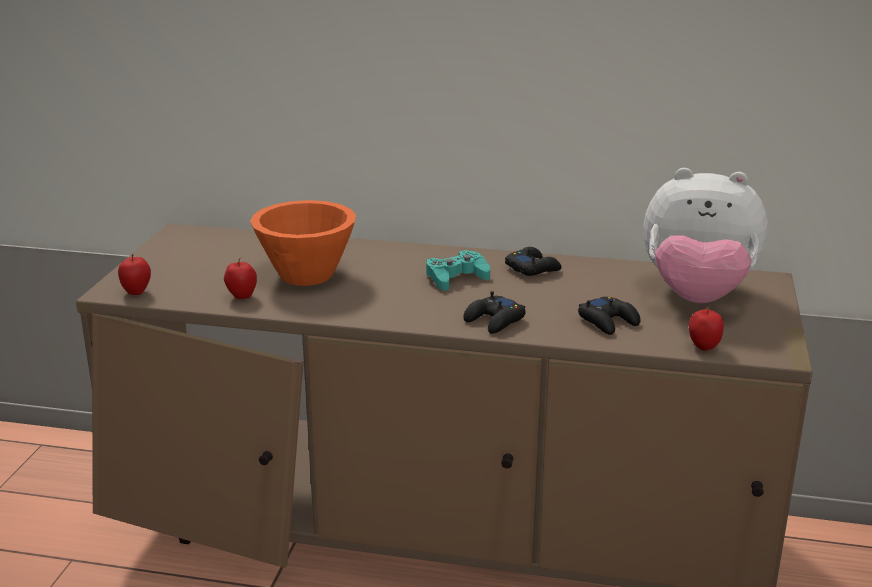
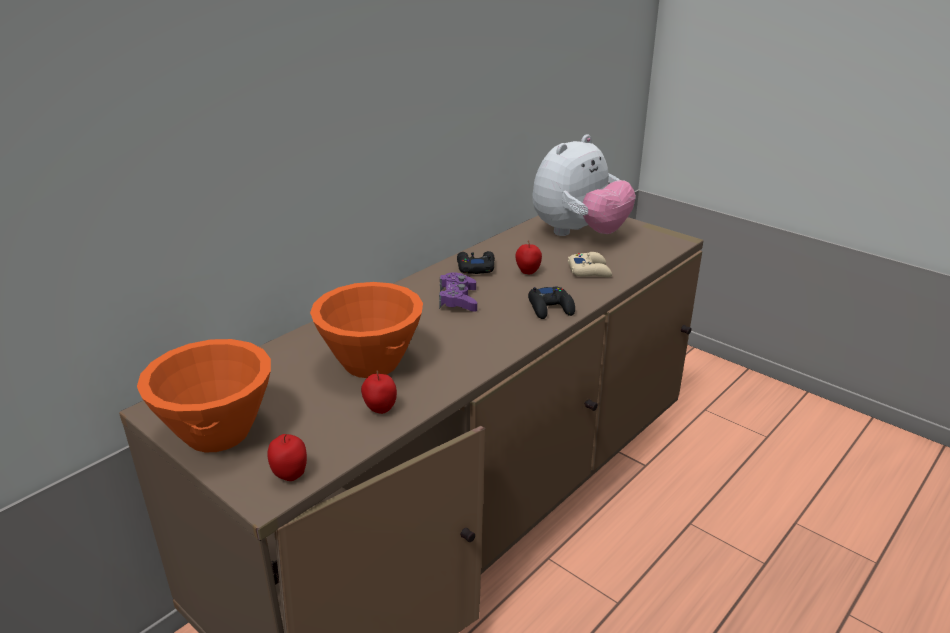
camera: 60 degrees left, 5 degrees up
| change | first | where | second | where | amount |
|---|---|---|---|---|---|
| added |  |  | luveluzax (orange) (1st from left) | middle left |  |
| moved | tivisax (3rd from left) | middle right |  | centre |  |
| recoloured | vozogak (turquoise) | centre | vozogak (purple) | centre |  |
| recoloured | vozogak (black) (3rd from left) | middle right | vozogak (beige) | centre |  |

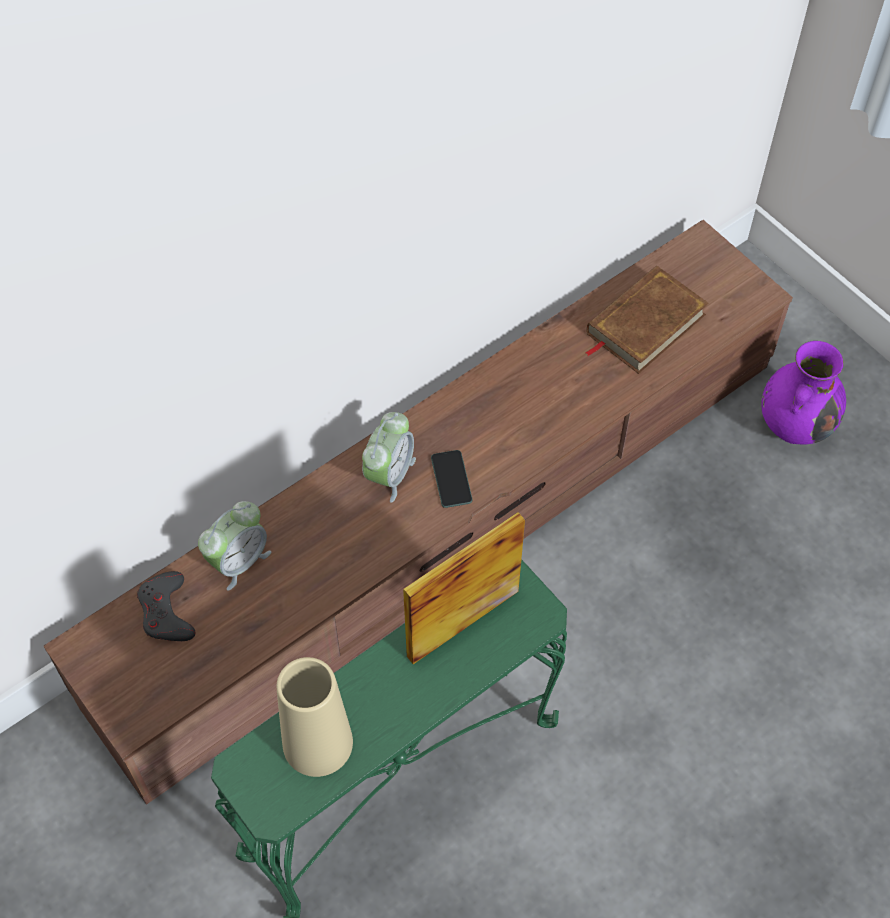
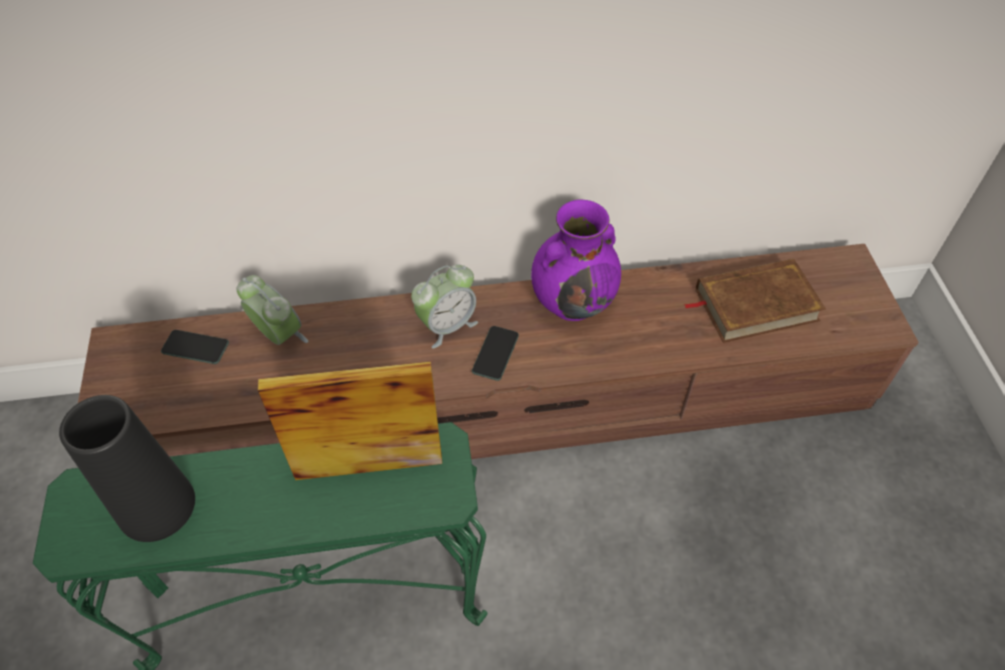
camera: 30 degrees right, 5 degrees down
| change | first | where | second | where | amount |
|---|---|---|---|---|---|
| moved | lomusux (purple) | middle right |  | centre |  |
| replaced | vozogak (grey) | middle left | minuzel (1st from left) | middle left |  |
| recoloured | lomusux (beige) | bottom centre | lomusux (black) | bottom left |  |
| turned | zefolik (1st from left) | middle left |  | middle left | 120 degrees counterclockwise |

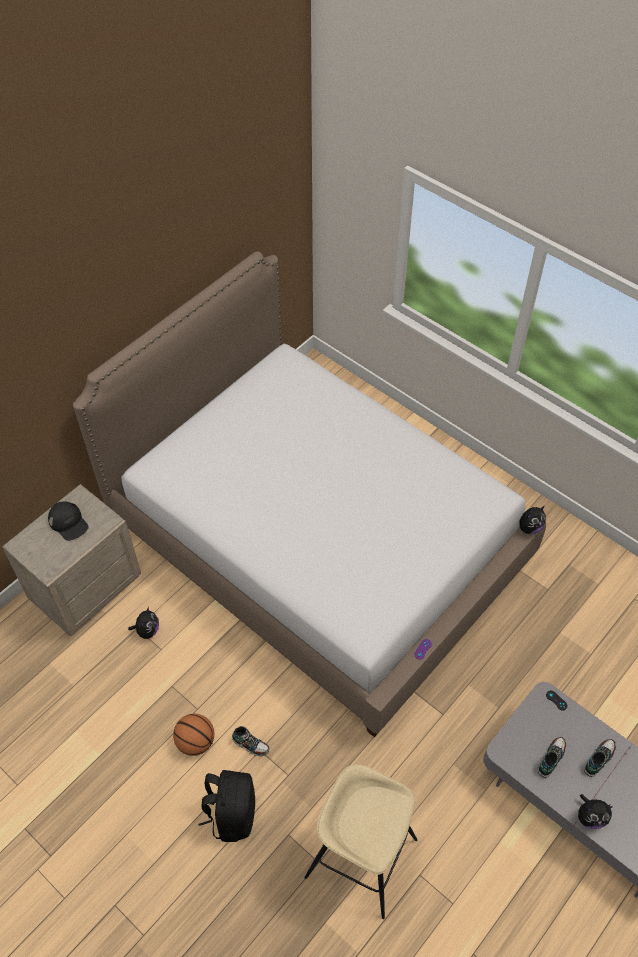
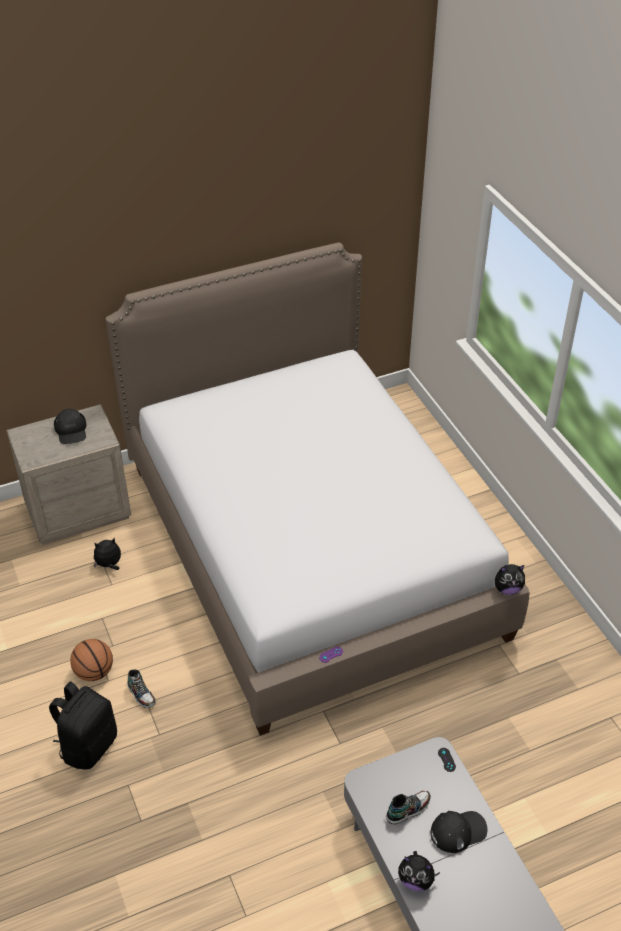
camera: 25 degrees right, 10 degrees down
| change | first | where | second | where | amount |
|---|---|---|---|---|---|
| removed | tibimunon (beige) | bottom centre |  |  |  |
| replaced | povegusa (3rd from left) | bottom right | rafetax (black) (2nd from left) | bottom right |  |
| turned | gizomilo (1st from left) | middle left |  | middle left | 150 degrees counterclockwise |

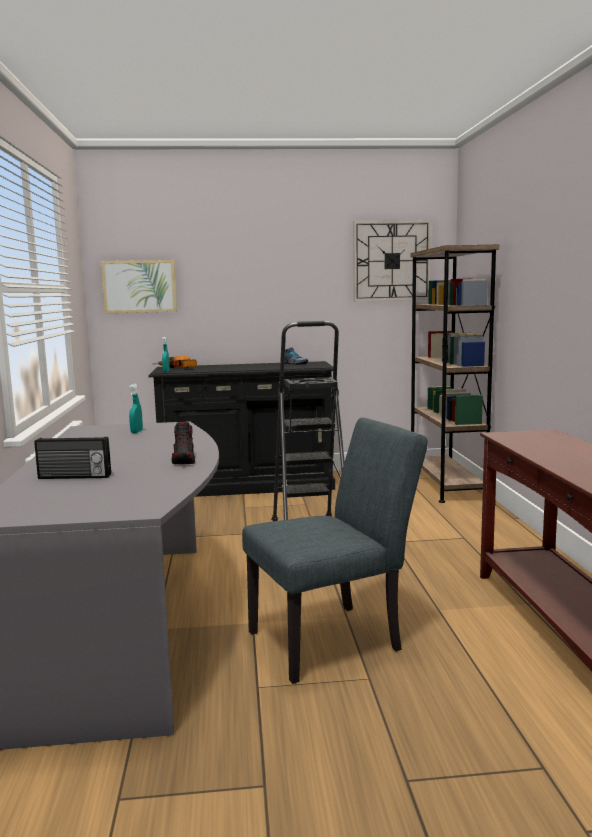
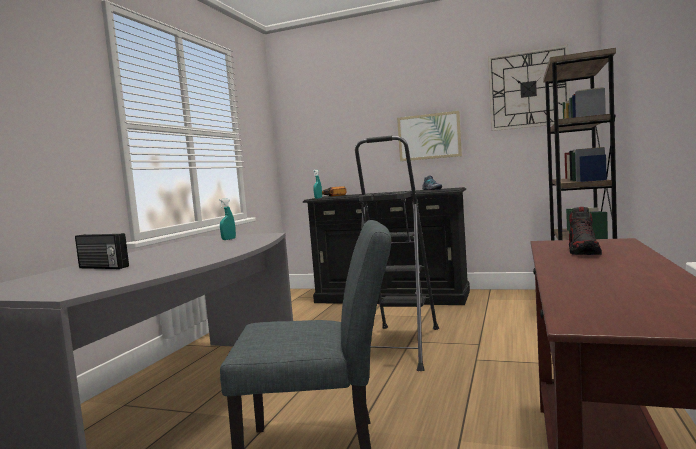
camera: 25 degrees right, 5 degrees down
| change | first | where | second | where | amount |
|---|---|---|---|---|---|
| moved | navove | middle left |  | top centre |  |
| moved | povegusa (1st from left in the first image) | middle left | povegusa (2nd from left) | middle right |  |

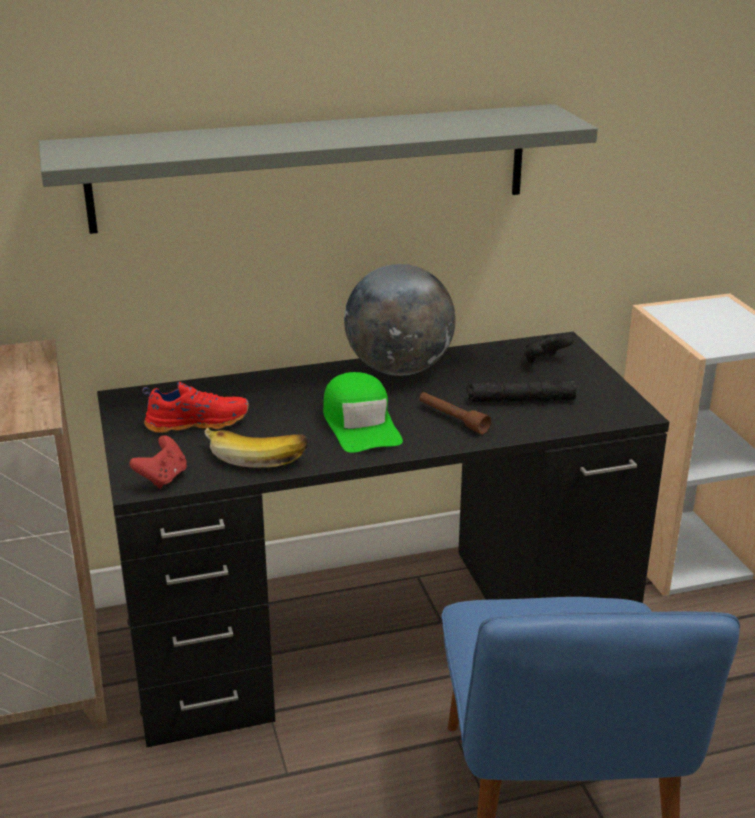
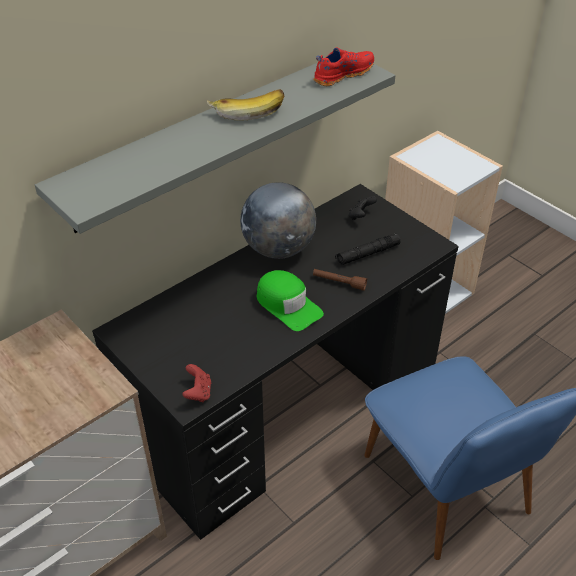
camera: 25 degrees left, 15 degrees up
| change | first | where | second | where | amount |
|---|---|---|---|---|---|
| moved | povegusa (red) | middle left |  | top centre |  |
| moved | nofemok | centre |  | top centre |  |

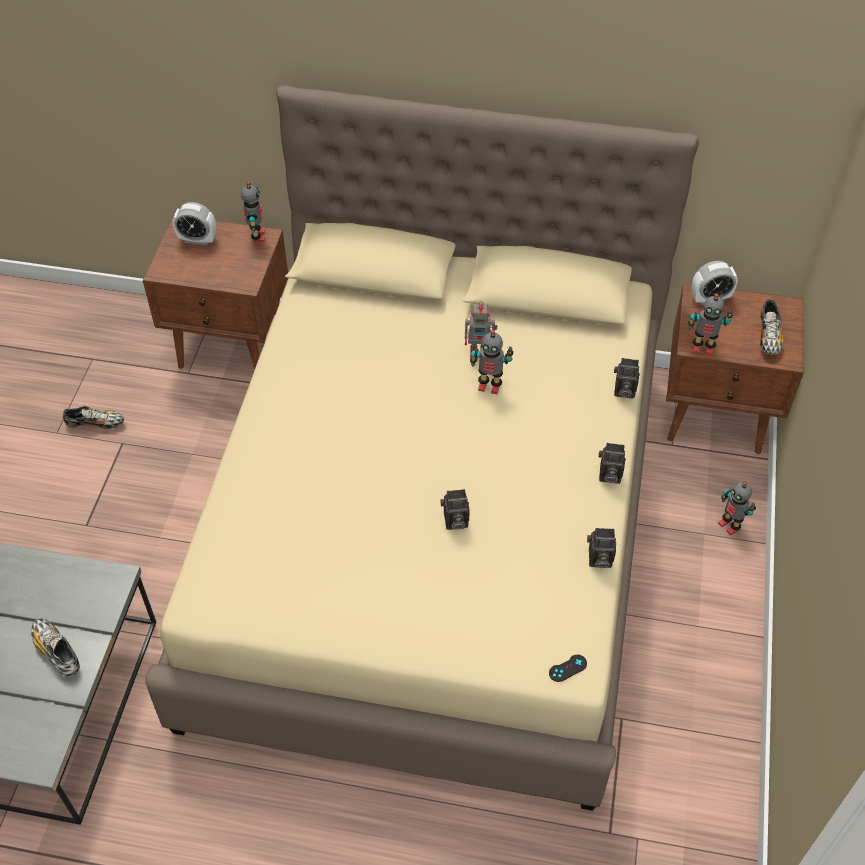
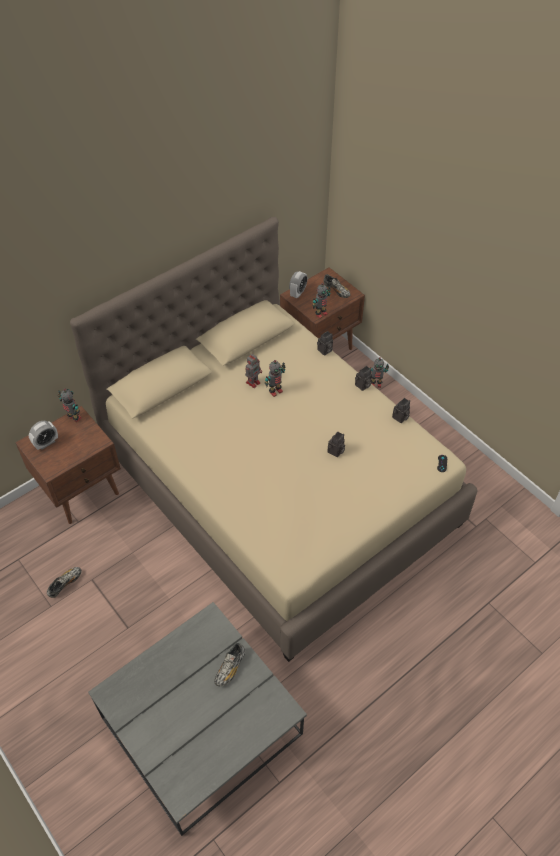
camera: 50 degrees left, 0 degrees up
| change | first | where | second | where | amount |
|---|---|---|---|---|---|
| turned | povegusa (1st from left in the first image) | bottom left | povegusa (2nd from left) | bottom centre | 60 degrees counterclockwise |

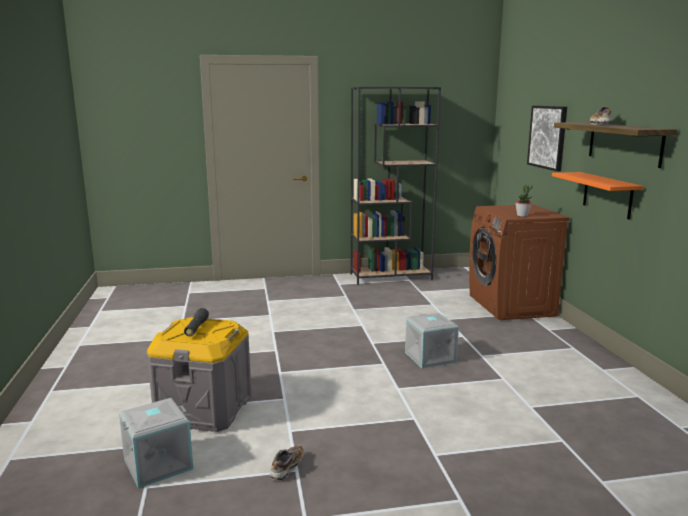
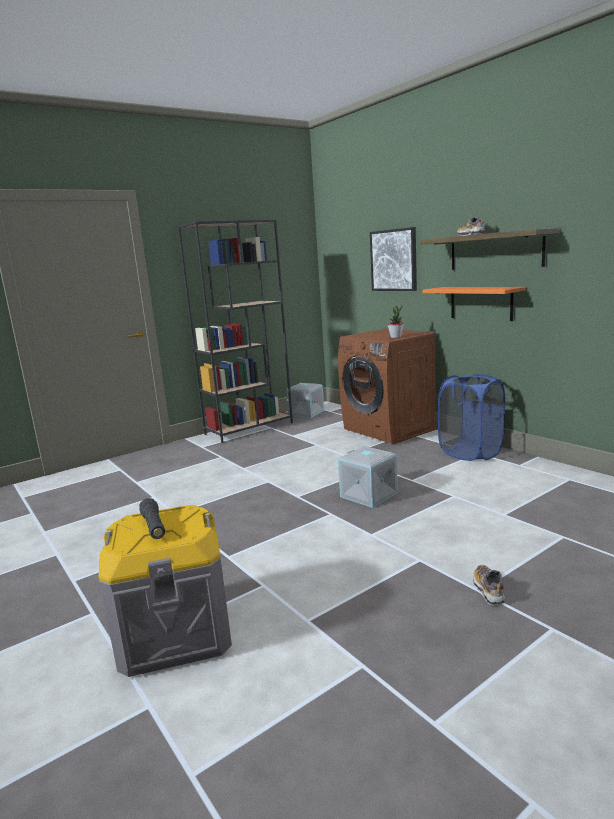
camera: 25 degrees left, 0 degrees up
| change | first | where | second | where | amount |
|---|---|---|---|---|---|
| added |  |  | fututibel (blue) | middle right |  |
| moved | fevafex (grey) (1st from left in the first image) | bottom left | fevafex (grey) (2nd from left) | centre |  |
| moved | povegusa (1st from left in the first image) | bottom centre | povegusa (2nd from left) | bottom right |  |

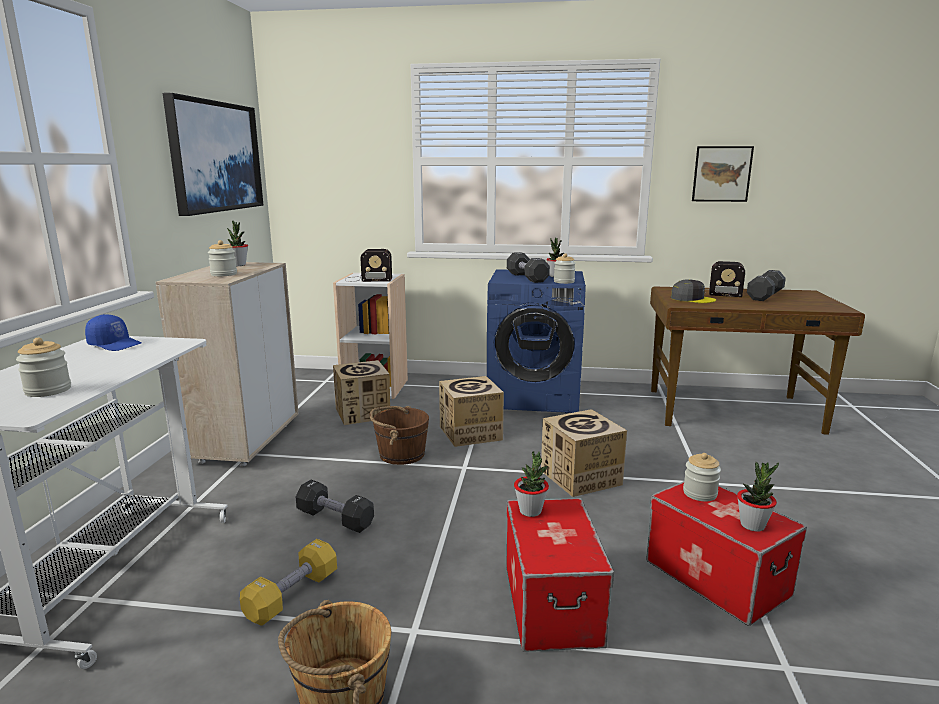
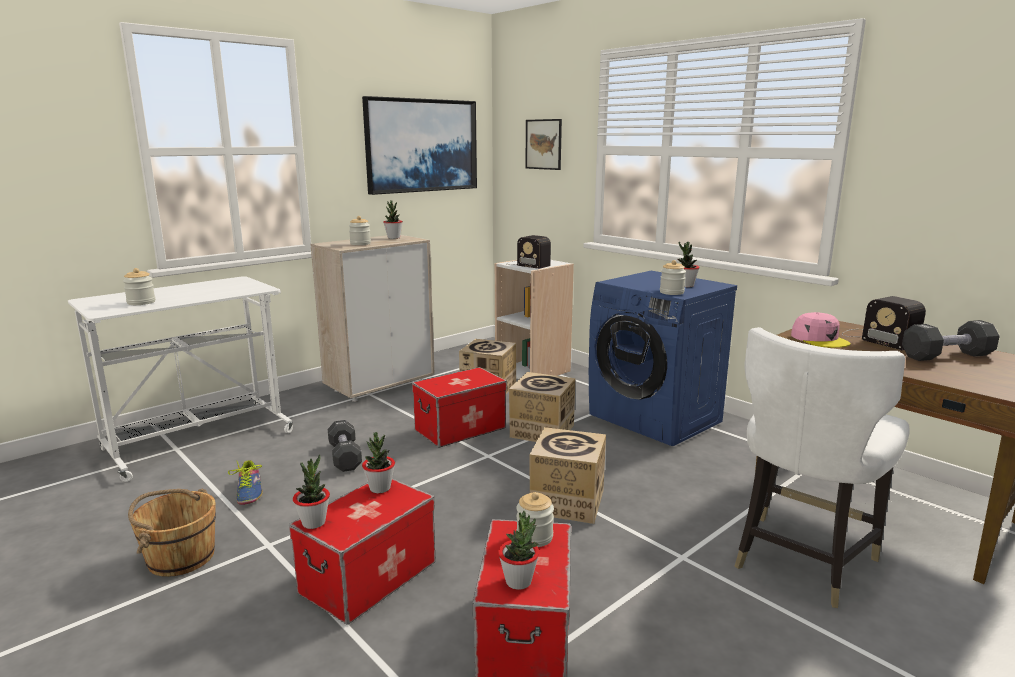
camera: 40 degrees right, 0 degrees up
| change | first | where | second | where | amount |
|---|---|---|---|---|---|
| removed | rafetax (blue) | middle left |  |  |  |
| removed | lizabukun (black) (2nd from left) | centre |  |  |  |
| added |  |  | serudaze (1st from left) | bottom left |  |
| added |  |  | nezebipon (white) | bottom right |  |
| moved | navove (2nd from left) | top right |  | top centre |  |
| replaced | lizabukun (yellow) | bottom left | povegusa | bottom left |  |
| replaced | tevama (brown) (2nd from left) | centre | fevafex (2nd from left) | centre |  |
| recoloured | rafetax (grey) | middle right | rafetax (pink) | middle right |  |

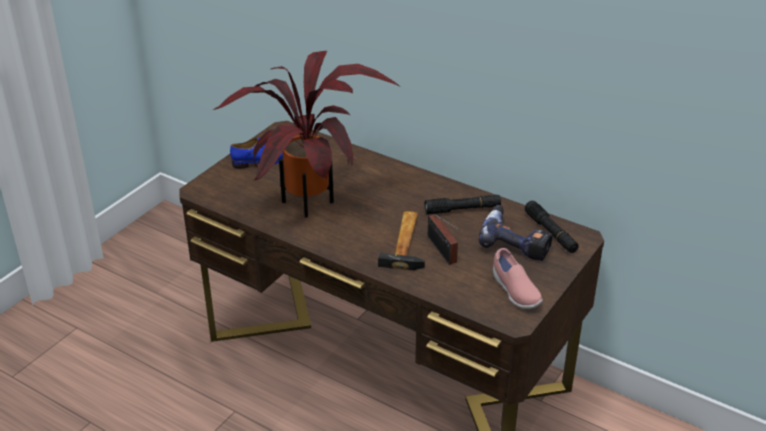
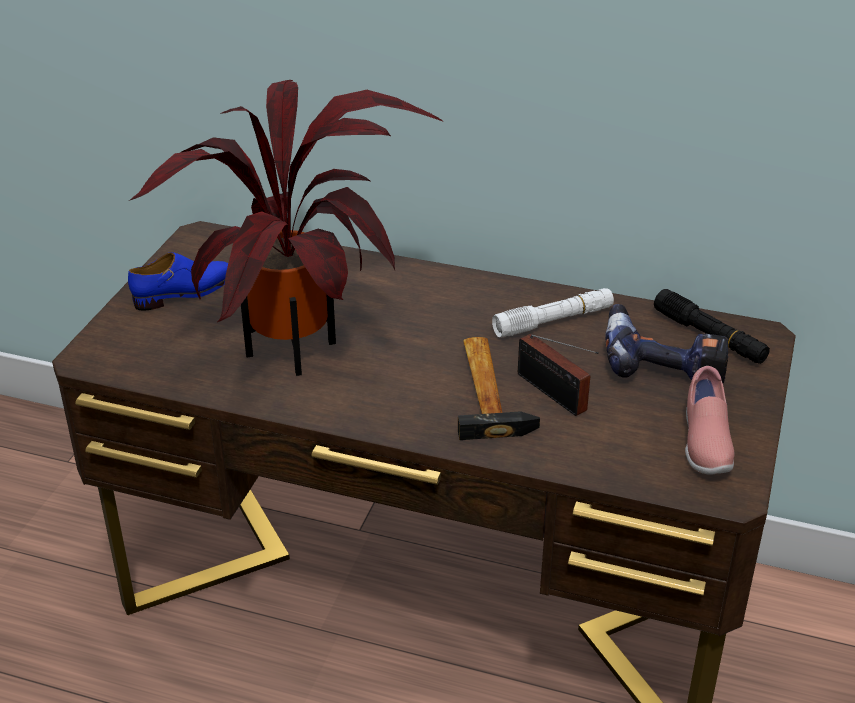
camera: 15 degrees left, 0 degrees up
| change | first | where | second | where | amount |
|---|---|---|---|---|---|
| recoloured | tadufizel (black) (1st from left) | centre | tadufizel (white) | centre |  |
| turned | povegusa (pink) | middle right |  | middle right | 45 degrees clockwise |

